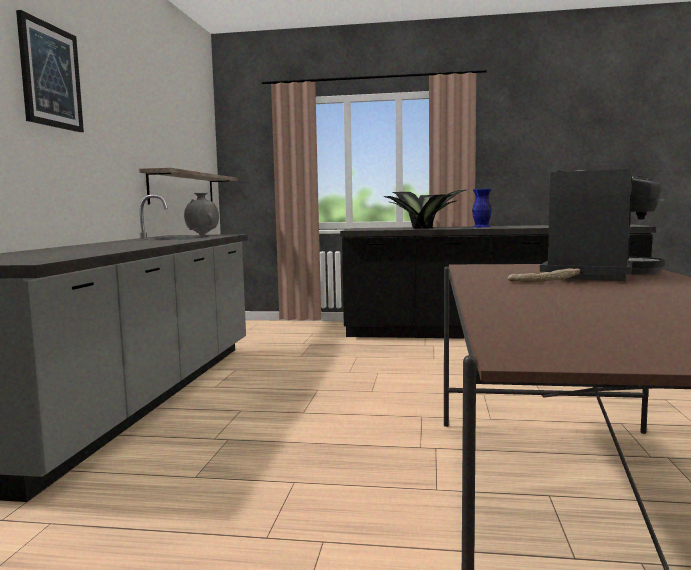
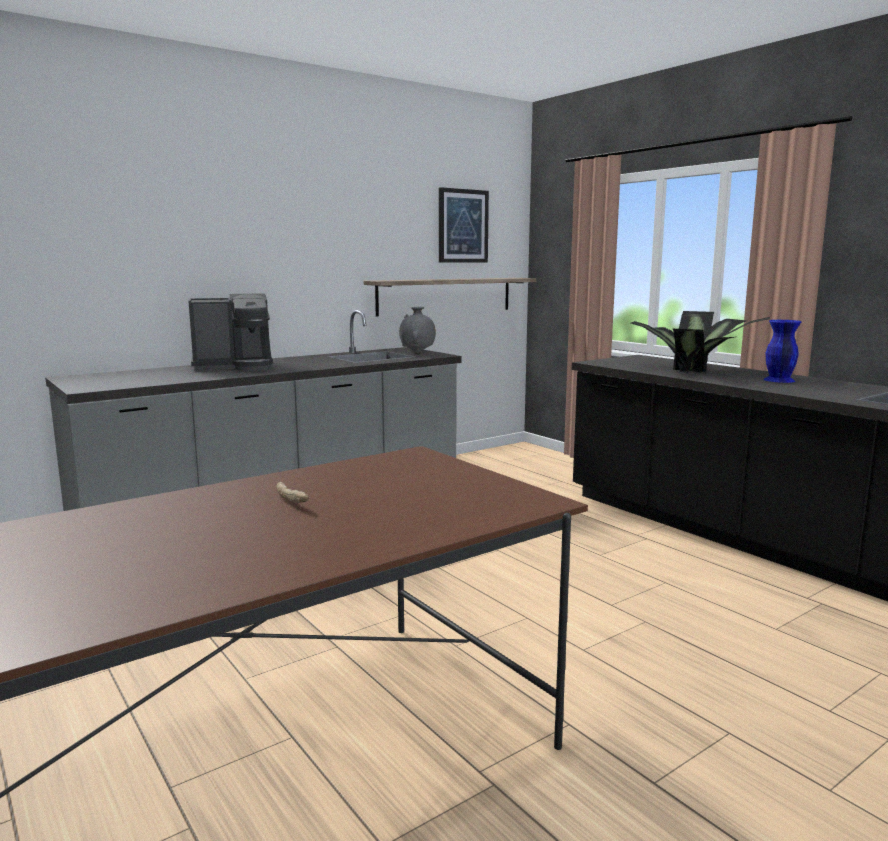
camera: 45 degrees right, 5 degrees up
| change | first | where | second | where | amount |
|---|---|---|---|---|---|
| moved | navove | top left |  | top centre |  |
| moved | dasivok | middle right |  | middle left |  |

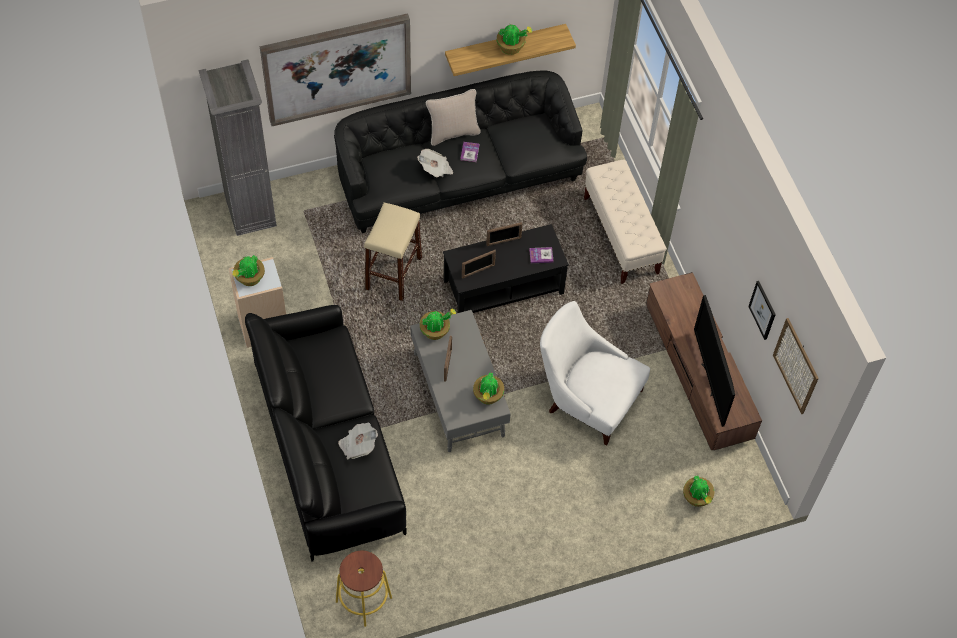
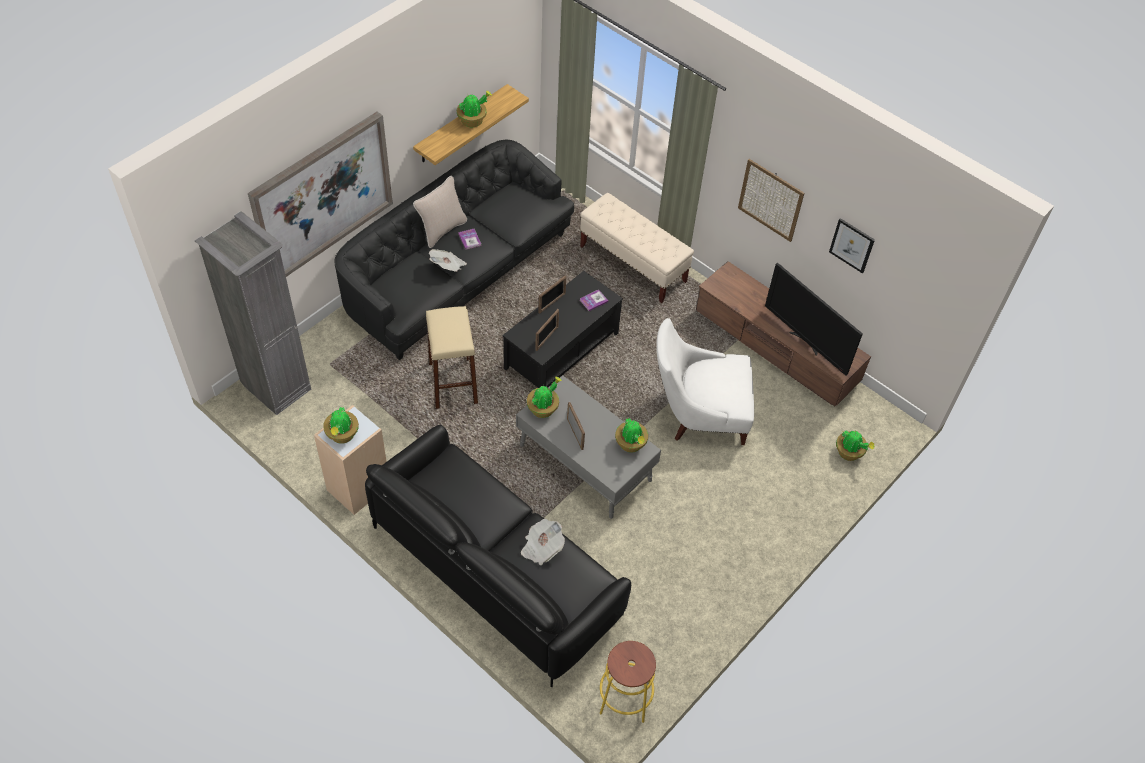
camera: 30 degrees left, 5 degrees down
| change | first | where | second | where | amount |
|---|---|---|---|---|---|
| moved | navove (3rd from left in the first image) | middle right | navove (2nd from left) | top right |  |

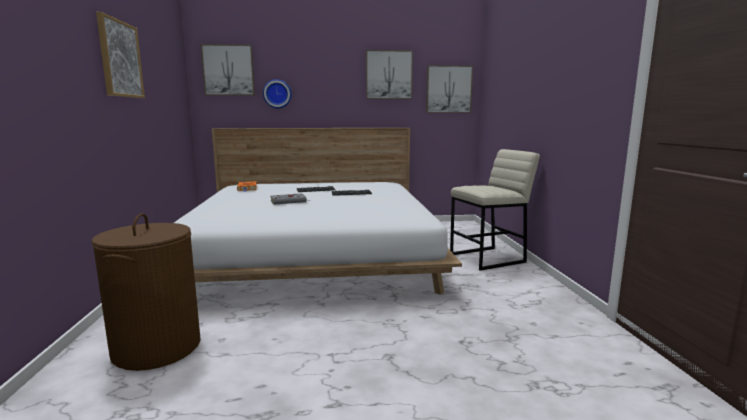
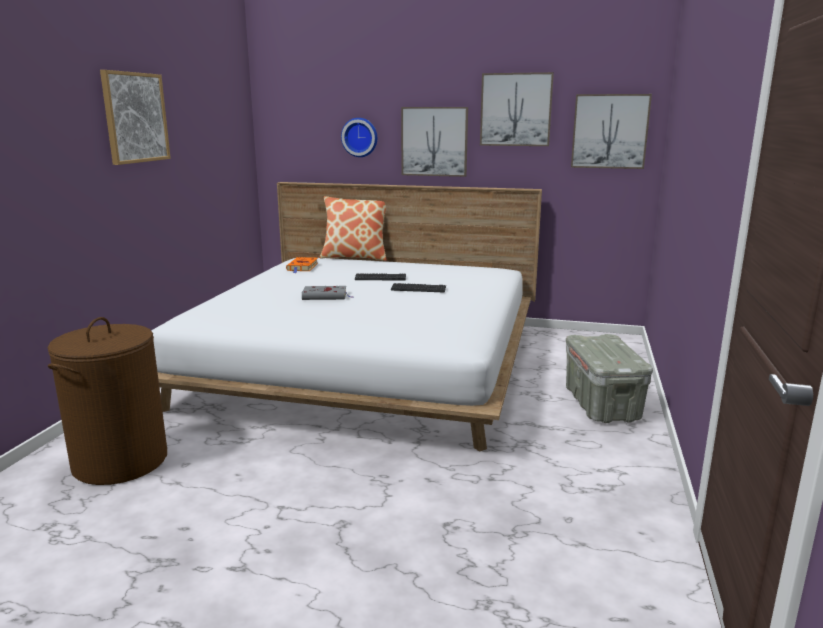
camera: 20 degrees right, 5 degrees up
| change | first | where | second | where | amount |
|---|---|---|---|---|---|
| added |  |  | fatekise | centre |  |
| moved | navove (2nd from left) | top left |  | top centre |  |
| replaced | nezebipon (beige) | centre | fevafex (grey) | middle right |  |

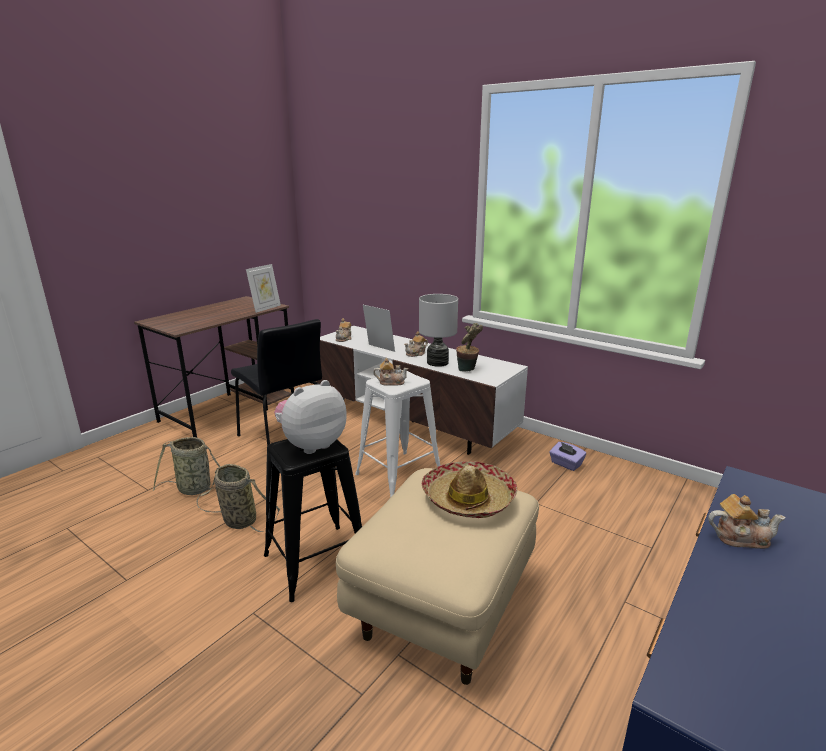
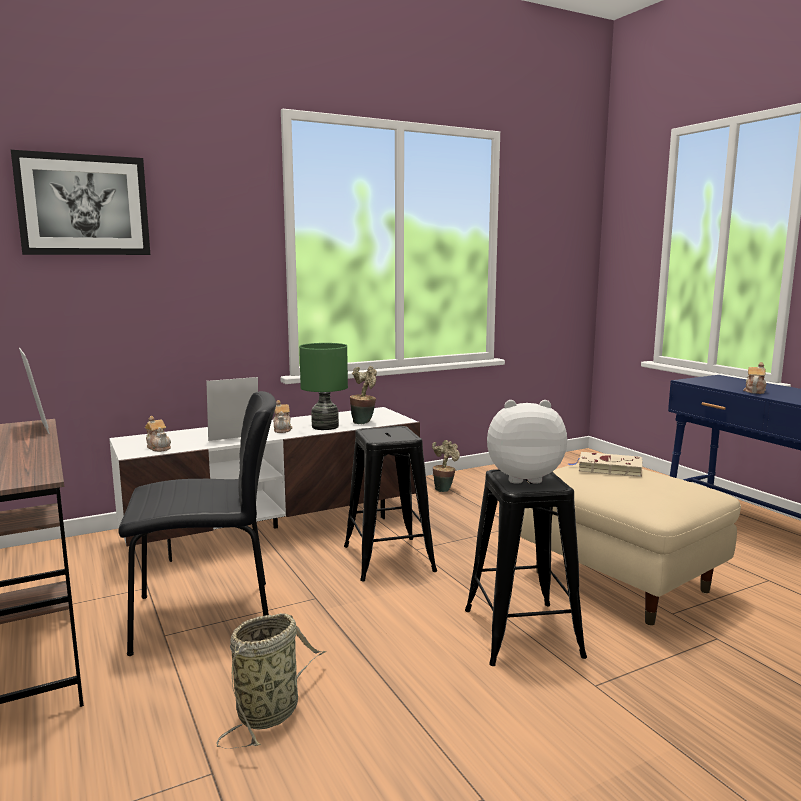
camera: 65 degrees left, 10 degrees down
| change | first | where | second | where | amount |
|---|---|---|---|---|---|
| removed | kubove (2nd from left) | middle left |  |  |  |
| removed | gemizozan (2nd from left) | centre |  |  |  |
| added |  |  | navove | top left |  |
| replaced | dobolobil | centre | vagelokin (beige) | middle right |  |
| replaced | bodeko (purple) | middle right | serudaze (2nd from left) | centre |  |
| recoloured | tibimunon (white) | centre | tibimunon (black) (1st from left) | centre |  |
| recoloured | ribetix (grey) | centre | ribetix (green) | centre |  |
| turned | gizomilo | centre |  | centre | 105 degrees clockwise |

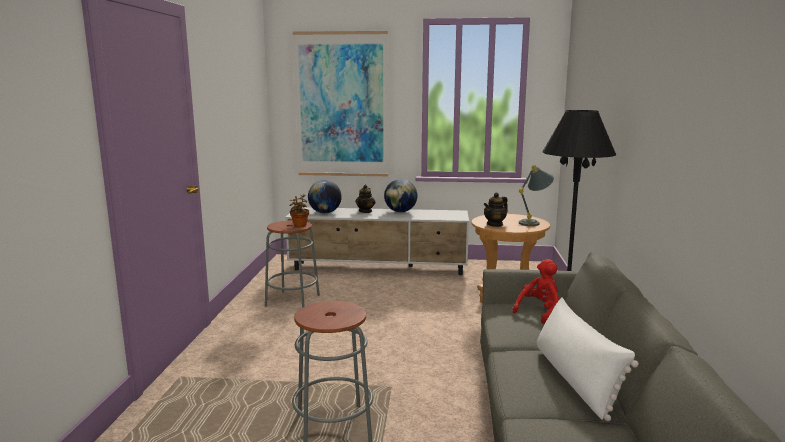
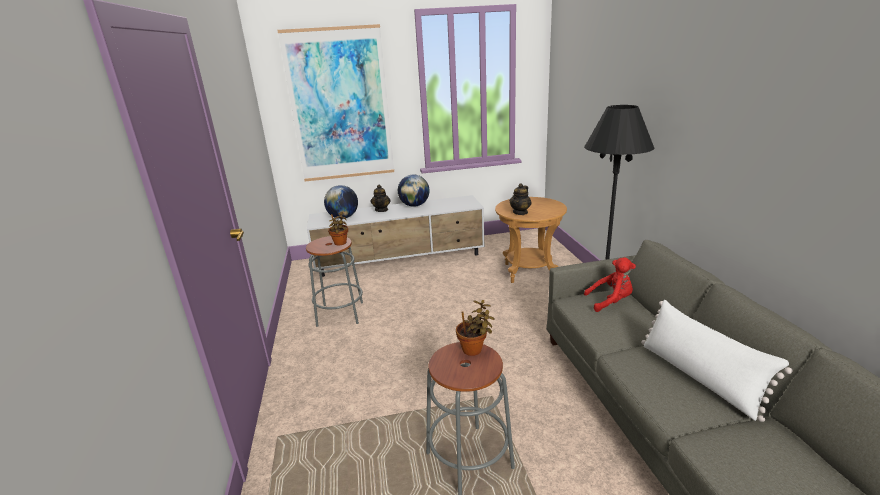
camera: 15 degrees left, 10 degrees up
| change | first | where | second | where | amount |
|---|---|---|---|---|---|
| removed | ribetix (grey) | middle right |  |  |  |
| added |  |  | serudaze (2nd from left) | centre |  |
| turned | gizomilo (red) | middle right |  | middle right | 60 degrees clockwise |

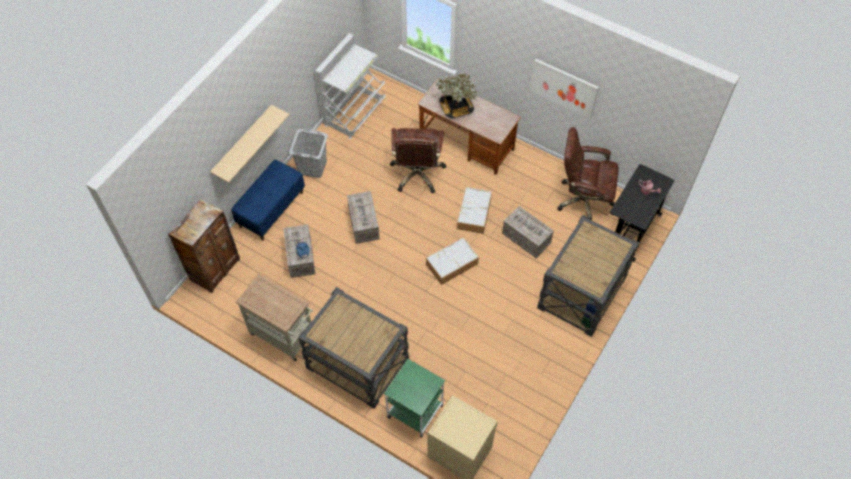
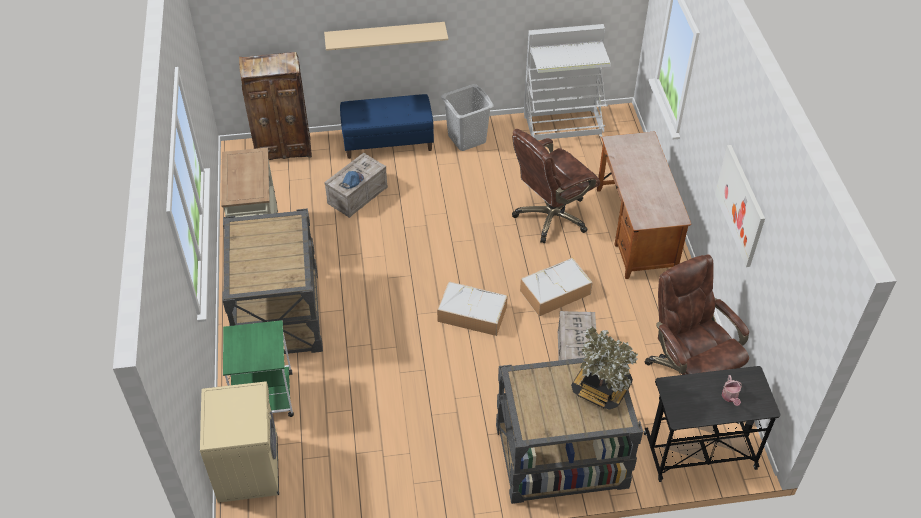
camera: 50 degrees right, 10 degrees down
| change | first | where | second | where | amount |
|---|---|---|---|---|---|
| removed | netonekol (2nd from left) | centre |  |  |  |
| moved | serudaze | top centre |  | bottom centre |  |

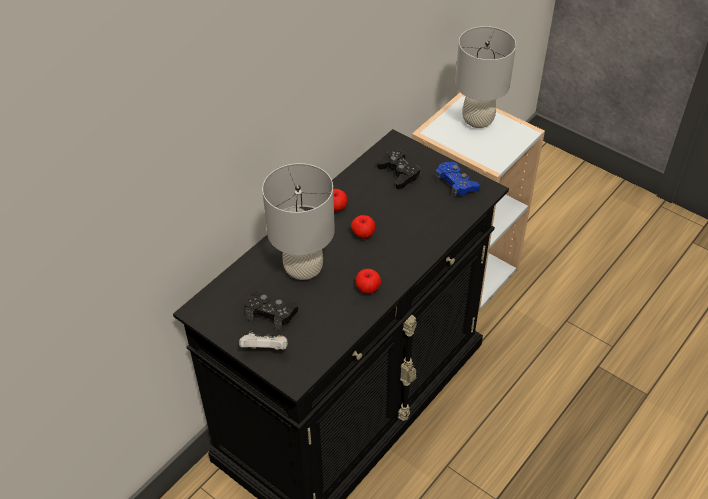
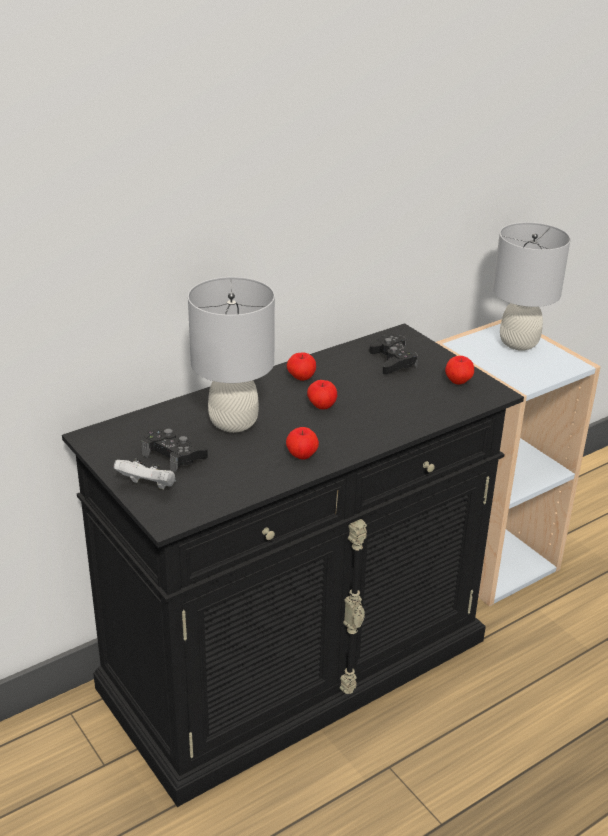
camera: 15 degrees right, 15 degrees down
| change | first | where | second | where | amount |
|---|---|---|---|---|---|
| replaced | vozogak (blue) | centre | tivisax (4th from left) | middle right |  |

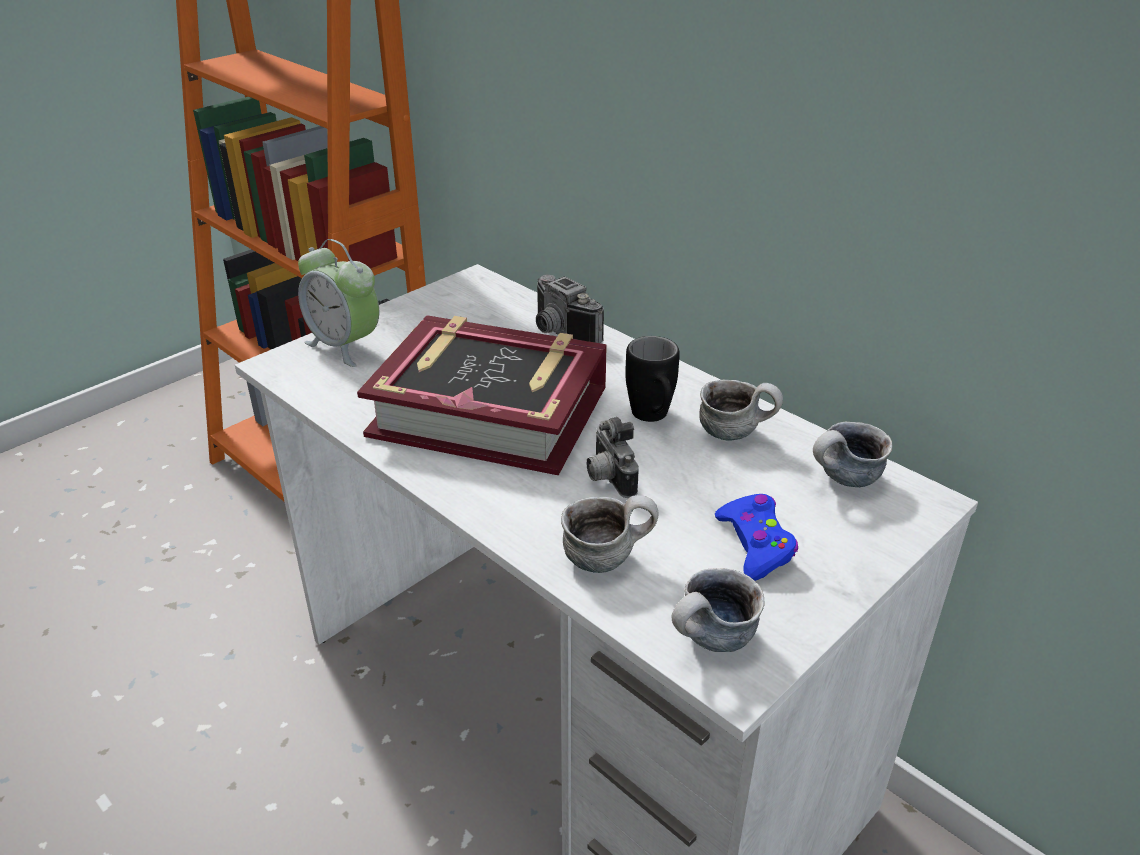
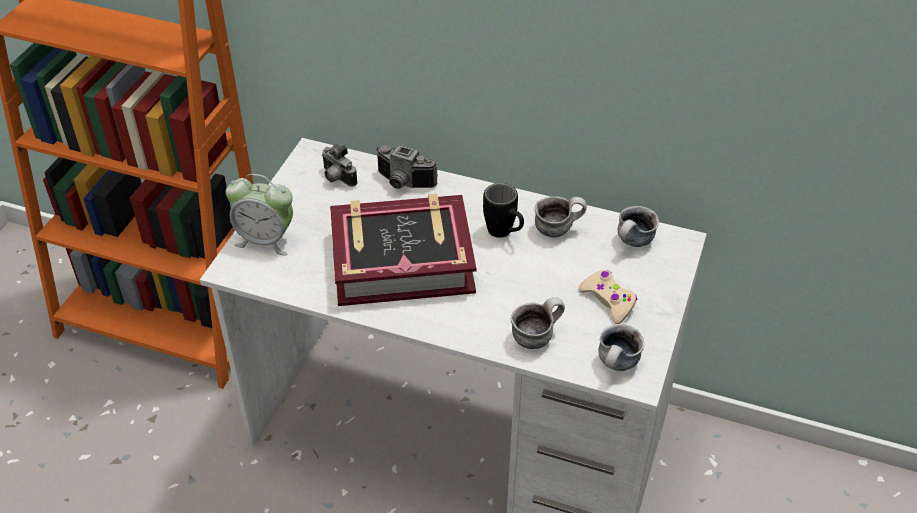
camera: 25 degrees left, 10 degrees up
| change | first | where | second | where | amount |
|---|---|---|---|---|---|
| moved | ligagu (2nd from left in the first image) | centre | ligagu (1st from left) | top centre |  |
| recoloured | vozogak (blue) | centre | vozogak (beige) | centre |  |

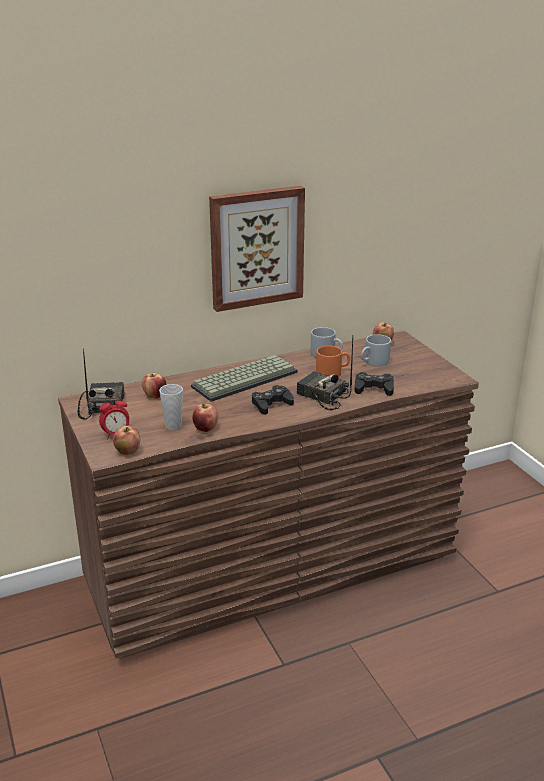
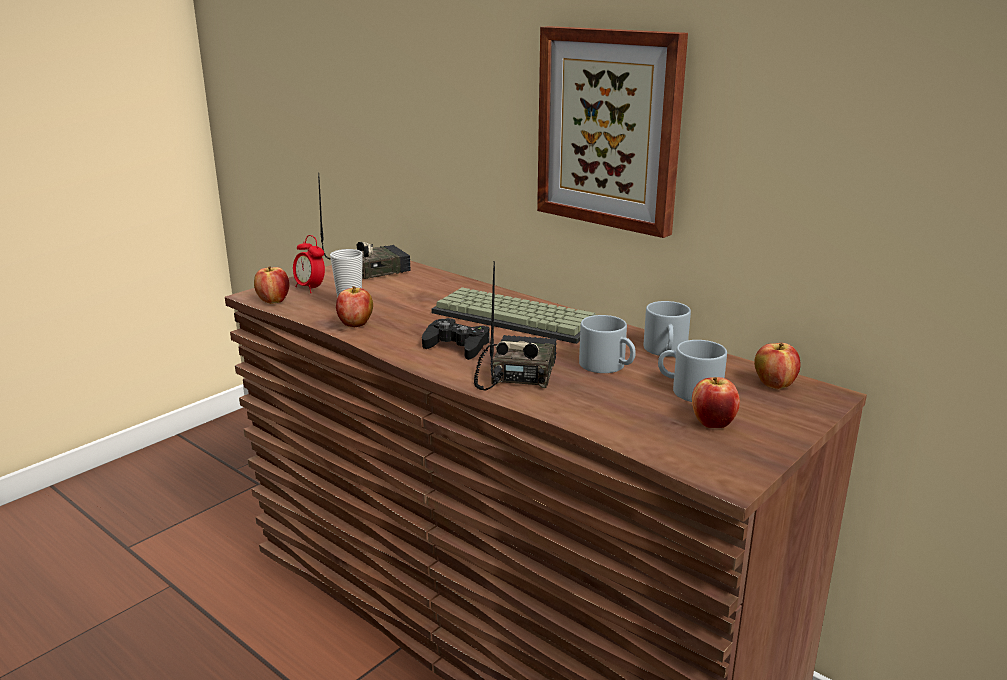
camera: 65 degrees right, 5 degrees down
| change | first | where | second | where | amount |
|---|---|---|---|---|---|
| removed | vozogak (black) (2nd from left) | middle right |  |  |  |
| moved | tivisax (2nd from left in the first image) | middle left | tivisax (3rd from left) | middle right |  |
| recoloured | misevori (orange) | centre | misevori (grey) (1st from left) | centre |  |

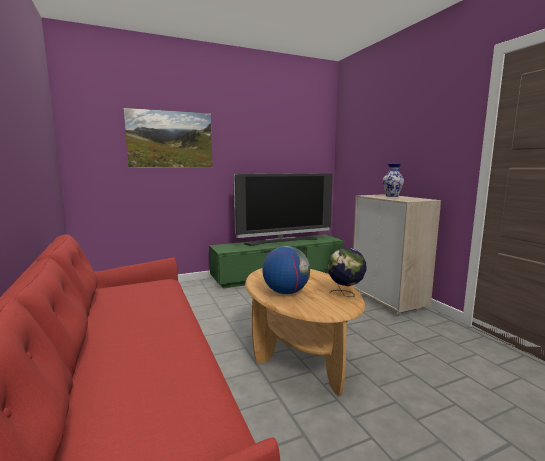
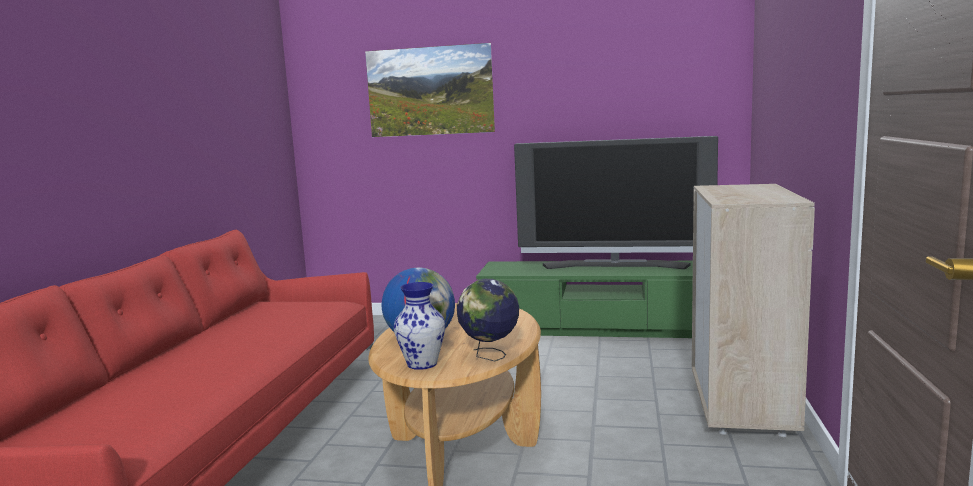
camera: 35 degrees right, 0 degrees up
| change | first | where | second | where | amount |
|---|---|---|---|---|---|
| moved | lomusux | middle right |  | bottom centre |  |

